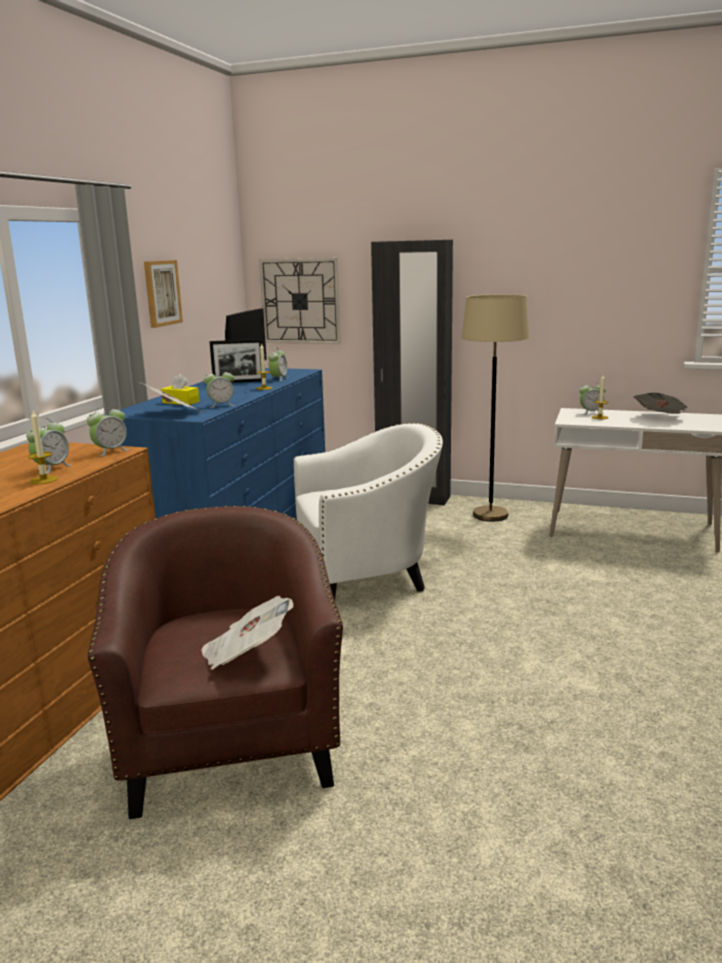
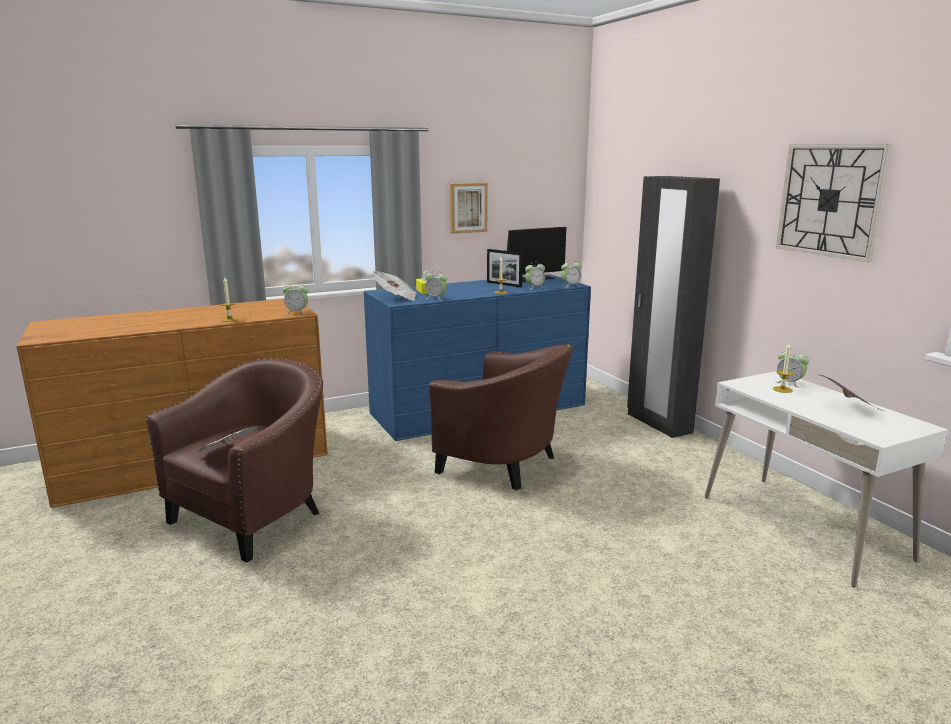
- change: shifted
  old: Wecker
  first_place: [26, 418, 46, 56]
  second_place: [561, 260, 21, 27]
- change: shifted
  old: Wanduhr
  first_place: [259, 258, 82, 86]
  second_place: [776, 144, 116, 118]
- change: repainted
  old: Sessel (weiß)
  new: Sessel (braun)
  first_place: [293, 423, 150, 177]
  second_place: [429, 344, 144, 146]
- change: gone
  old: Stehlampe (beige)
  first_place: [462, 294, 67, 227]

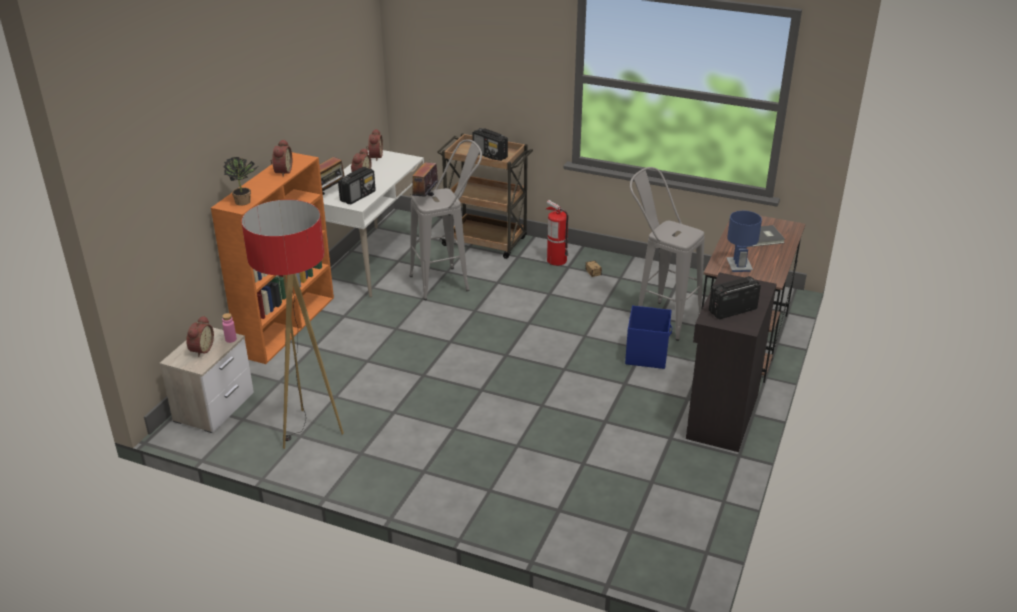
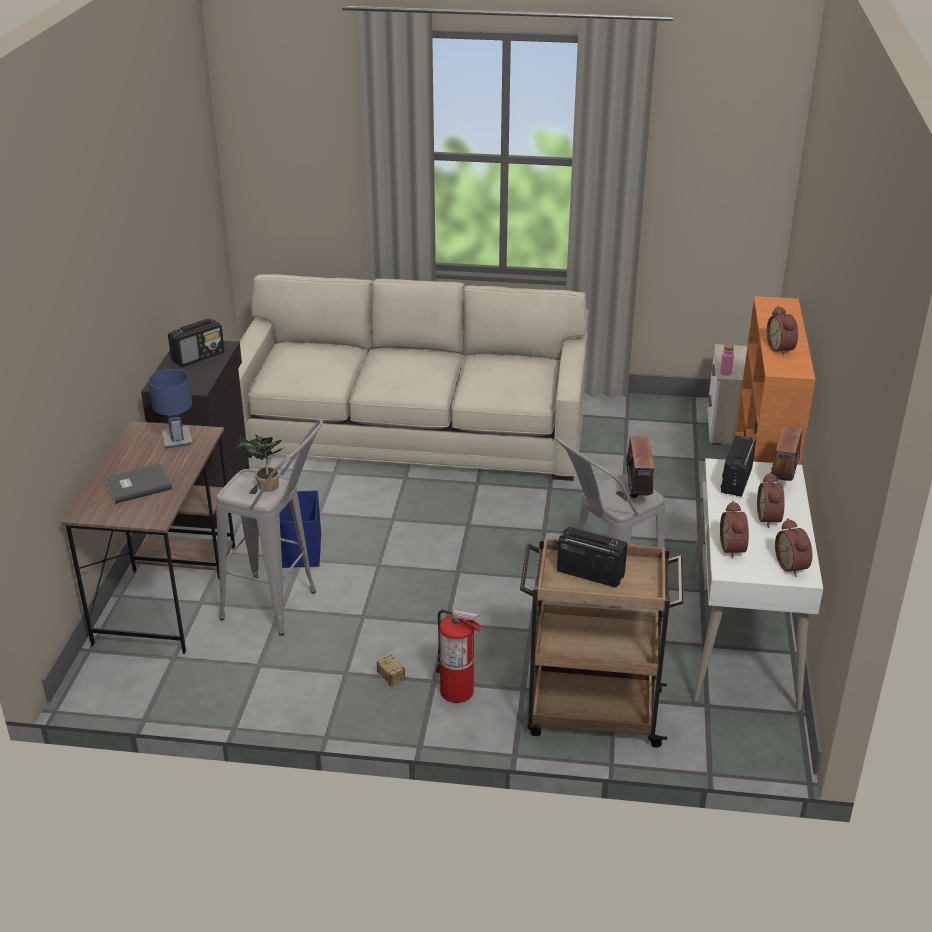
- change: shifted
  old: Wecker
  first_place: [186, 316, 28, 41]
  second_place: [720, 501, 29, 58]
- change: shifted
  old: Topfpflanze
  first_place: [223, 157, 35, 49]
  second_place: [236, 434, 47, 58]
- change: gone
  old: Stehlampe
  first_place: [241, 200, 103, 249]
- change: new
  new: Sofa (beige)
  second_place: [238, 274, 351, 207]

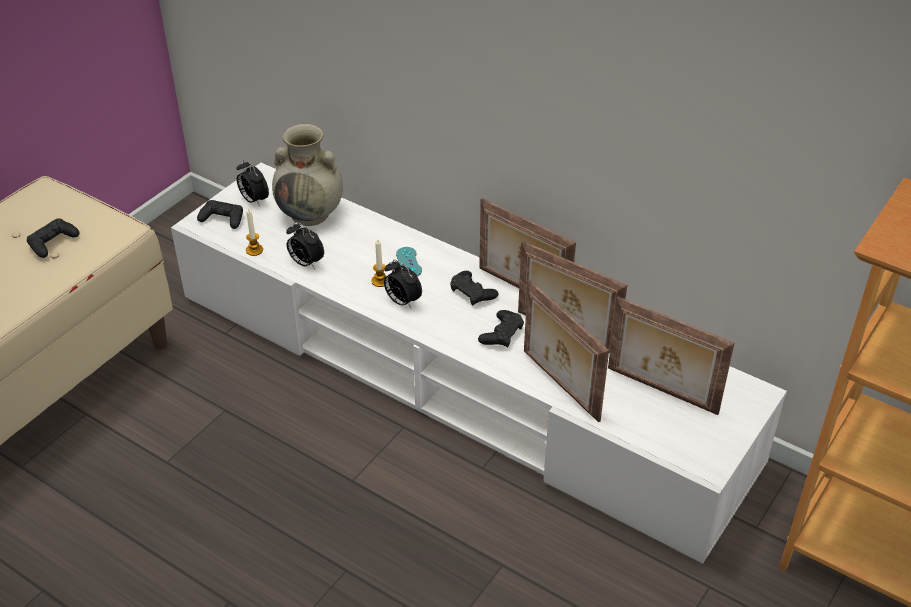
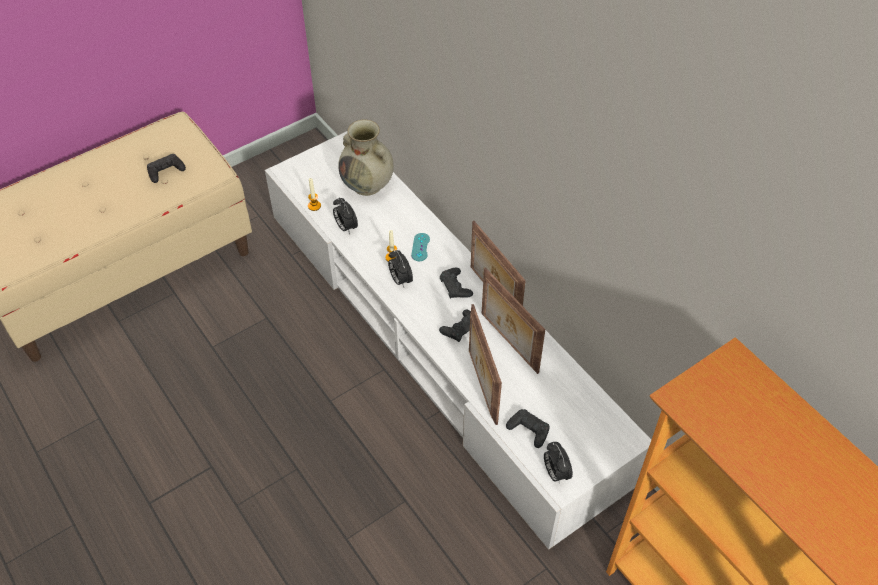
- change: shifted
  old: Gamepad (schwarz)
  first_place: [197, 200, 46, 29]
  second_place: [506, 409, 44, 39]
- change: shifted
  old: Wecker
  first_place: [236, 160, 33, 47]
  second_place: [544, 442, 29, 42]
- change: gone
  old: Bilderrahmen
  first_place: [608, 297, 126, 118]

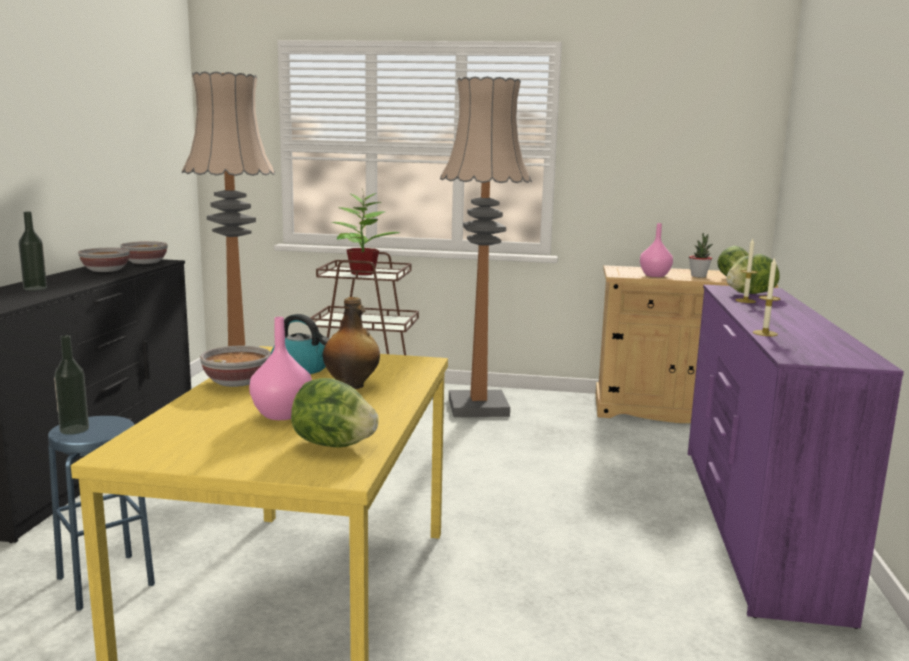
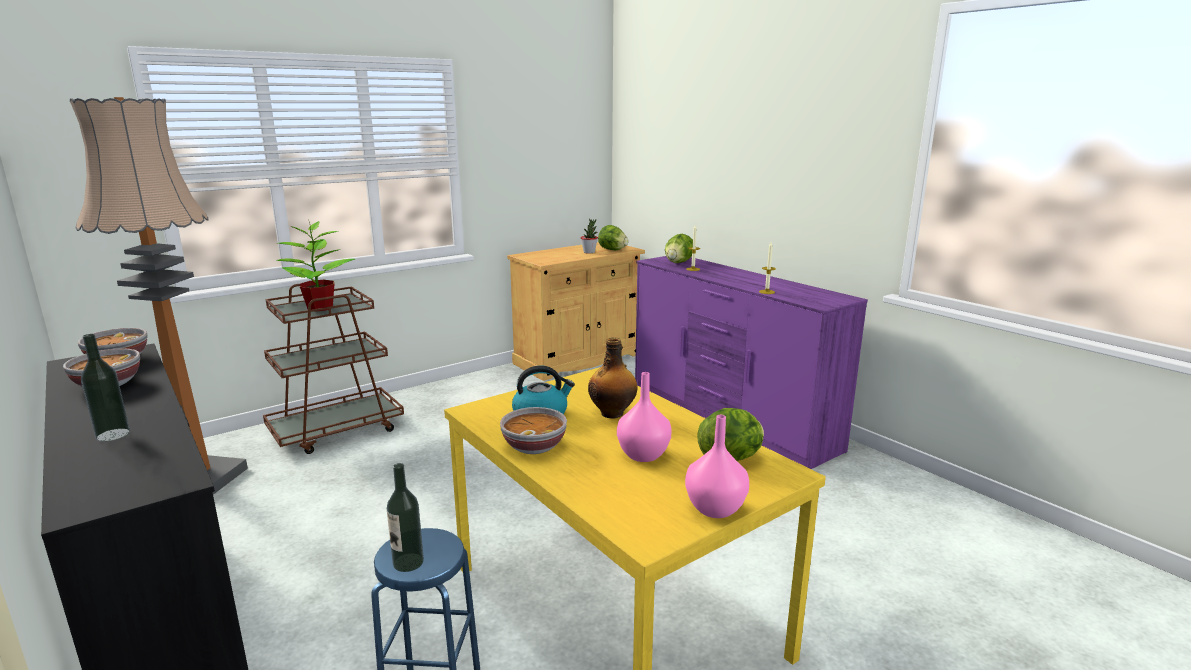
- change: gone
  old: Stehlampe
  first_place: [440, 76, 92, 341]
- change: shifted
  old: Vase (rosa)
  first_place: [640, 223, 33, 54]
  second_place: [685, 415, 64, 103]

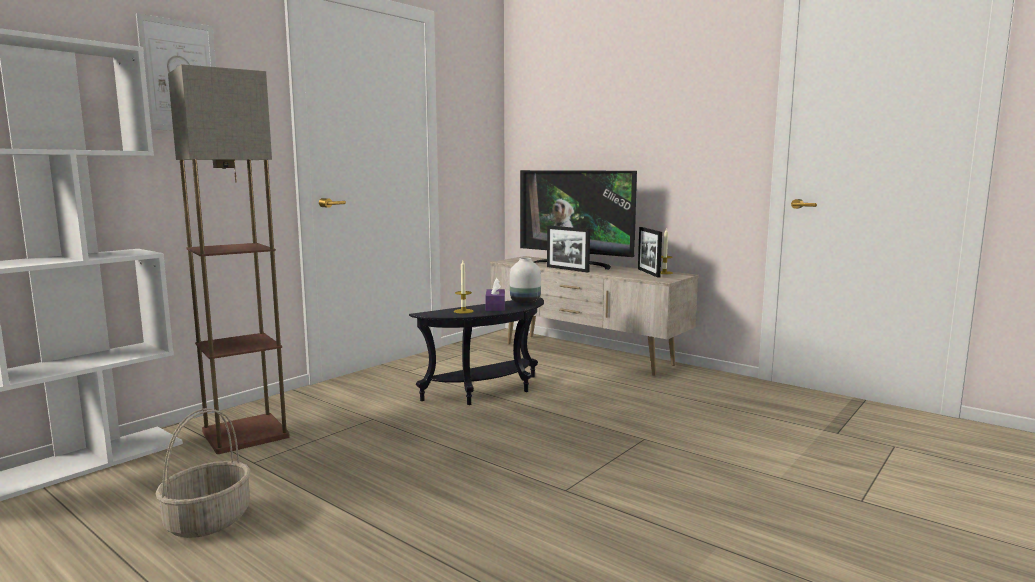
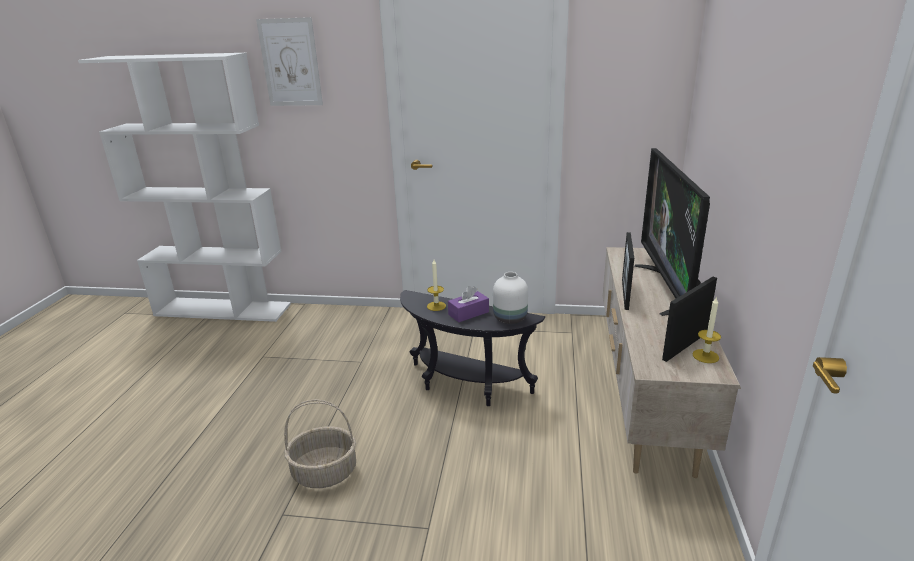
- change: shifted
  old: Korb
  first_place: [155, 408, 96, 130]
  second_place: [284, 399, 72, 89]
- change: gone
  old: Stehlampe
  first_place: [168, 64, 122, 390]

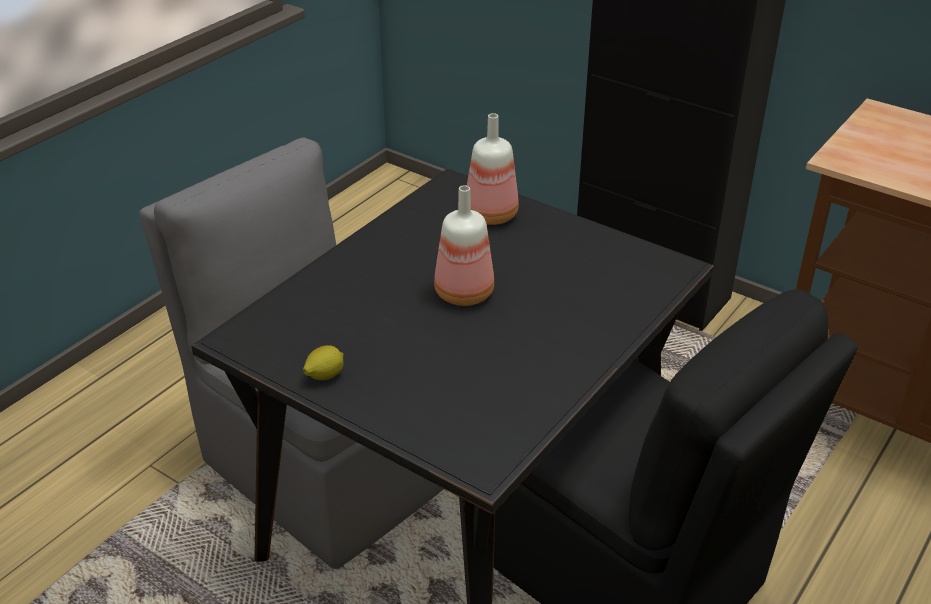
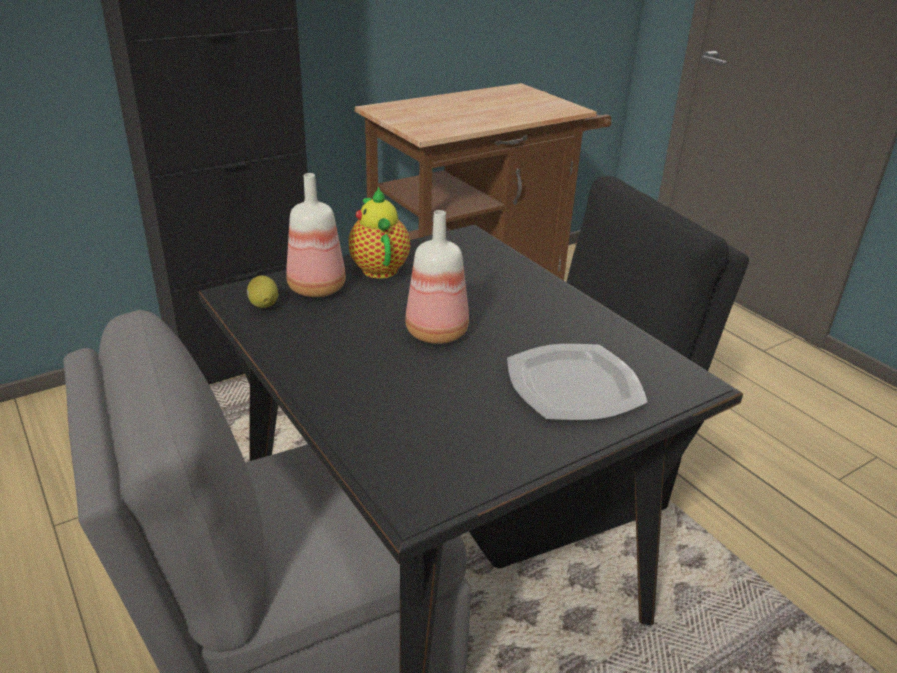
- change: shifted
  old: Zitrone
  first_place: [303, 345, 41, 35]
  second_place: [247, 276, 31, 32]
- change: new
  new: Teekanne
  second_place: [348, 186, 62, 93]
- change: new
  new: Teller
  second_place: [507, 344, 141, 77]

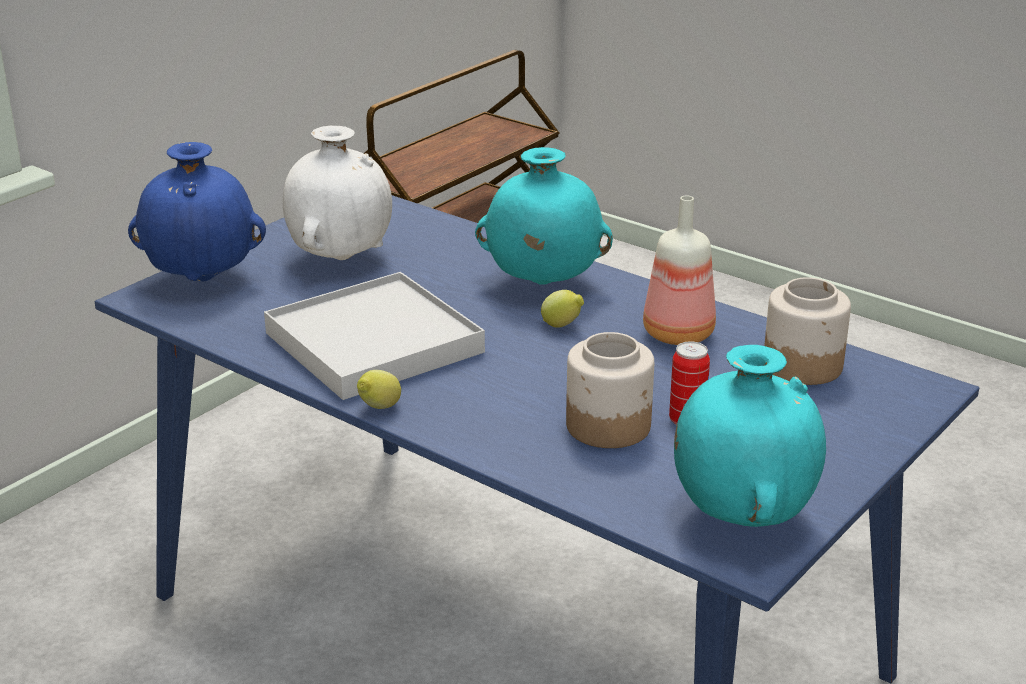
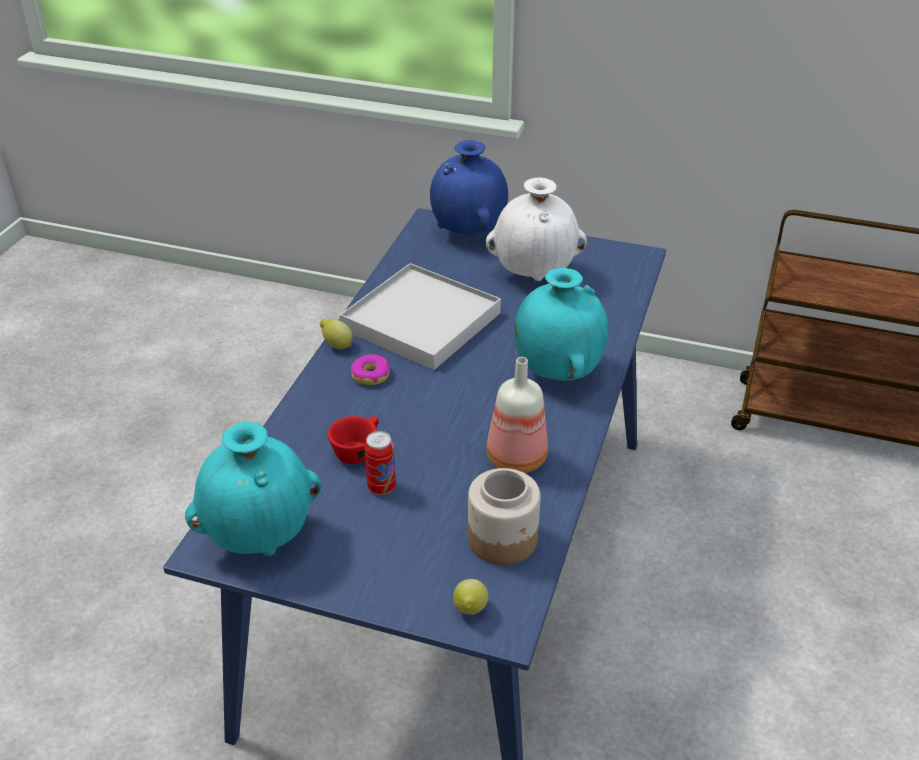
- change: shifted
  old: Zitrone
  first_place: [541, 290, 43, 38]
  second_place: [453, 579, 35, 36]
- change: swapped
  old: Vorratsglas
  new: Tasse (rot)
  first_place: [566, 332, 88, 116]
  second_place: [328, 416, 51, 48]
- change: new
  new: Donut
  second_place: [351, 354, 39, 31]

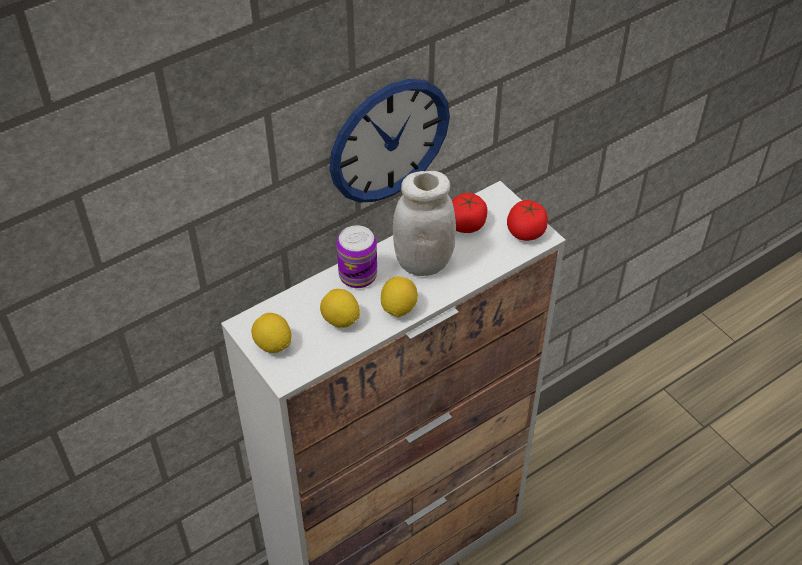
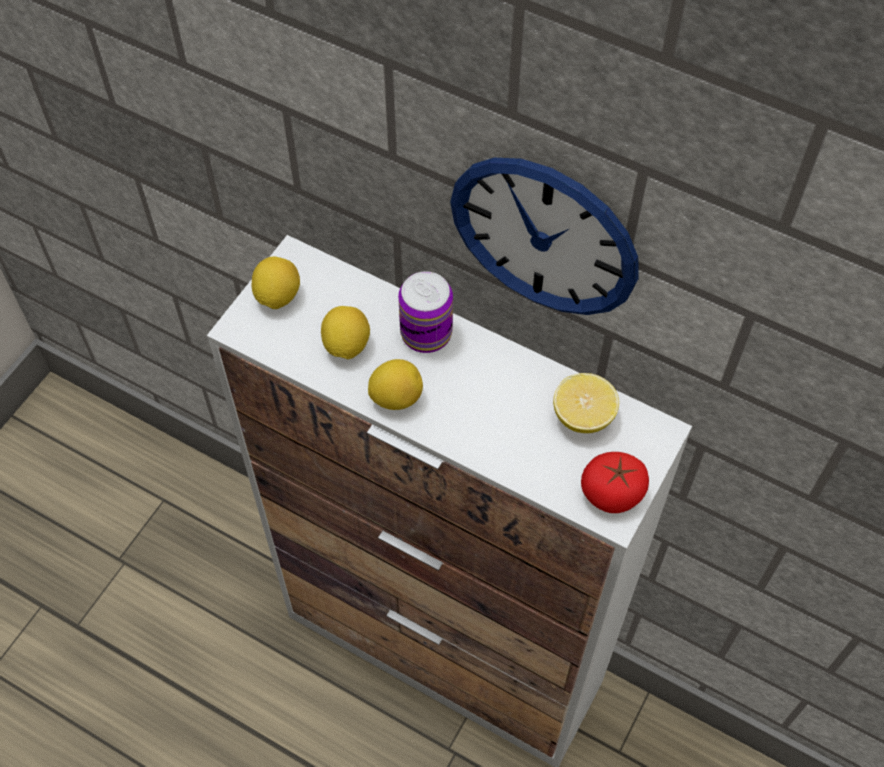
- change: gone
  old: Vorratsglas (weiß)
  first_place: [393, 171, 63, 105]
- change: swapped
  old: Tomate
  new: Zitrone
  first_place: [452, 193, 36, 40]
  second_place: [553, 373, 66, 60]

